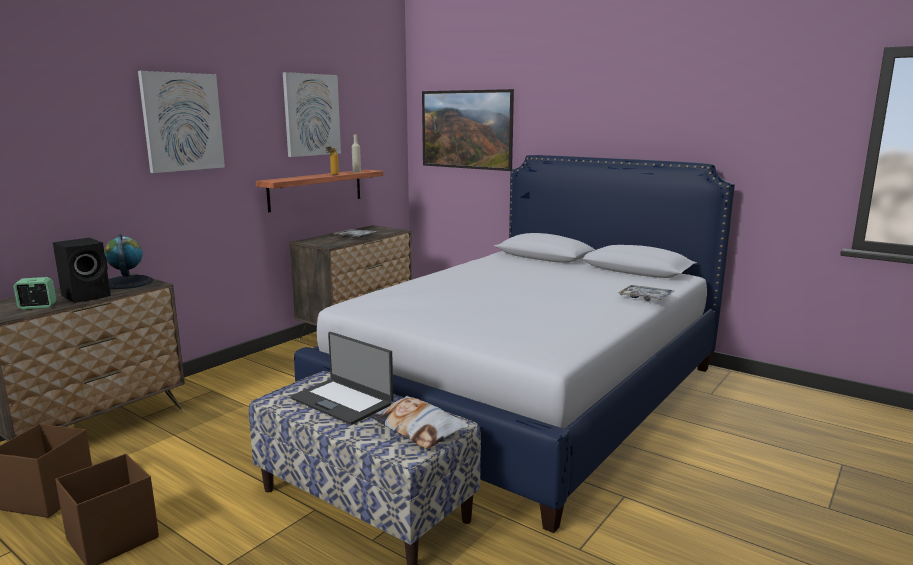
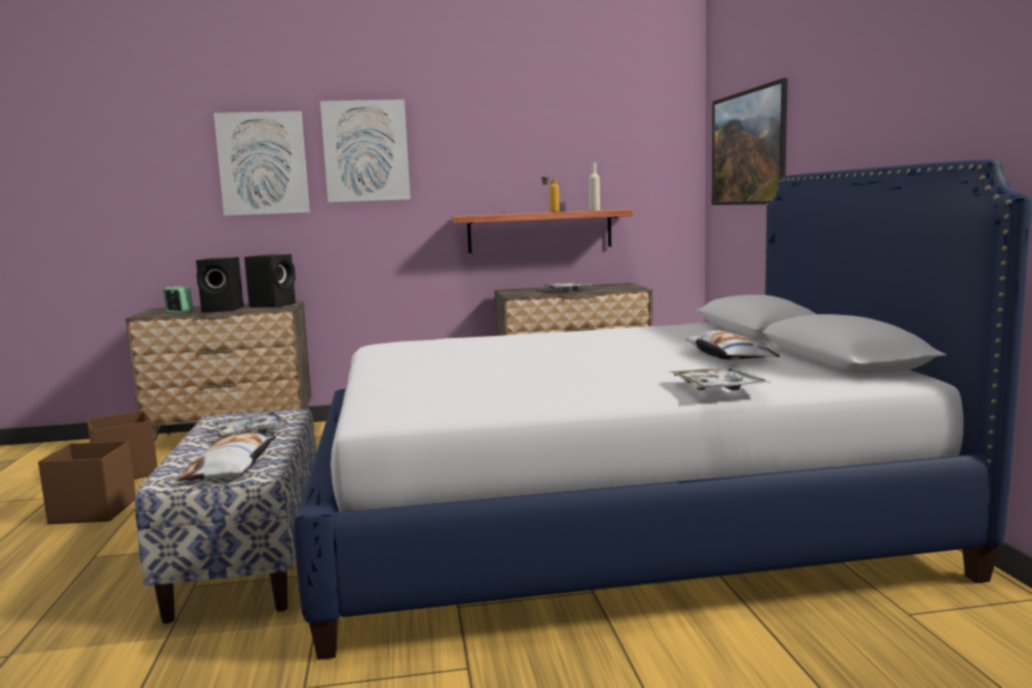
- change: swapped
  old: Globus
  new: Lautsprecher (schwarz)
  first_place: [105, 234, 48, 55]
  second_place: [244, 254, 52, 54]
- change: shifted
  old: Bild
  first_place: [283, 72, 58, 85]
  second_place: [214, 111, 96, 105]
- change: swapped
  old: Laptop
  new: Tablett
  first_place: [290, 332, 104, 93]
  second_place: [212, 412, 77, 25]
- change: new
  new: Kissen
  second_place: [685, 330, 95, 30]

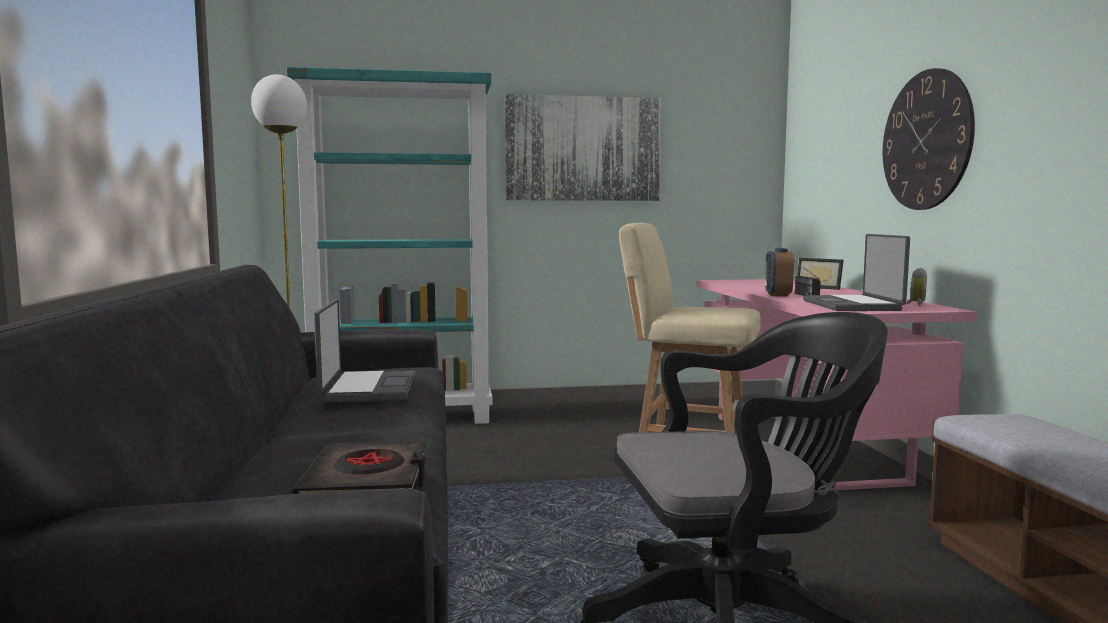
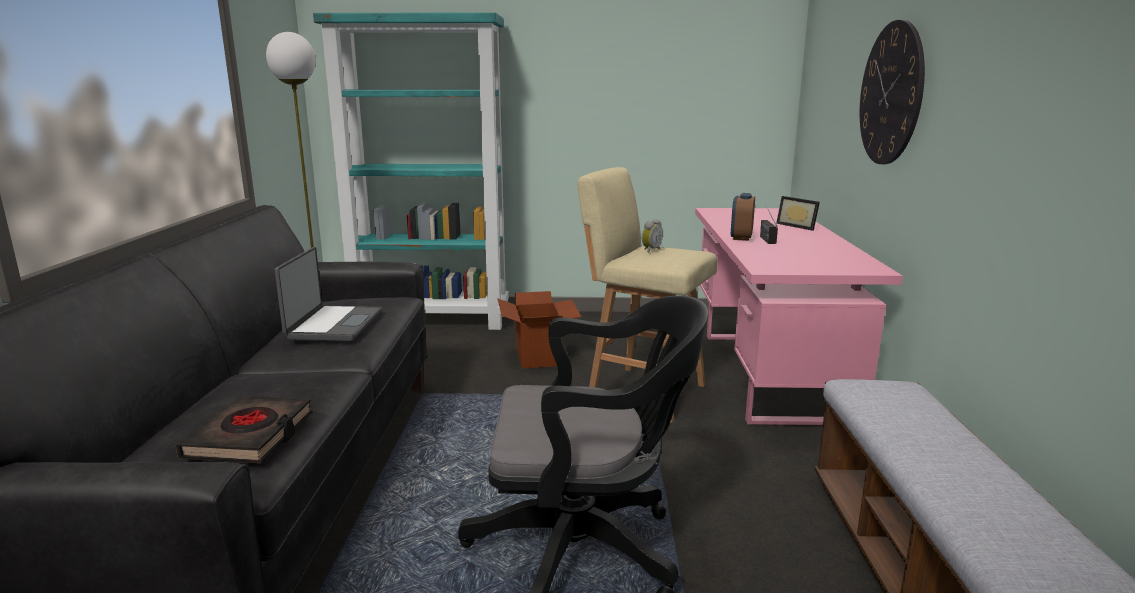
- change: gone
  old: Bild
  first_place: [505, 94, 156, 107]
- change: gone
  old: Laptop
  first_place: [803, 234, 107, 77]
- change: shifted
  old: Wecker
  first_place: [907, 268, 20, 38]
  second_place: [642, 219, 21, 34]
- change: new
  new: Karton
  second_place: [497, 291, 85, 78]

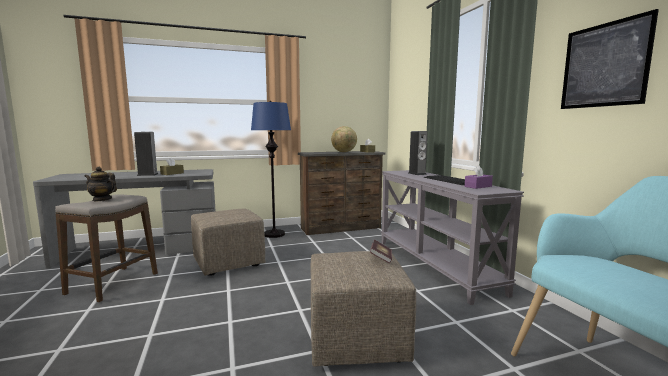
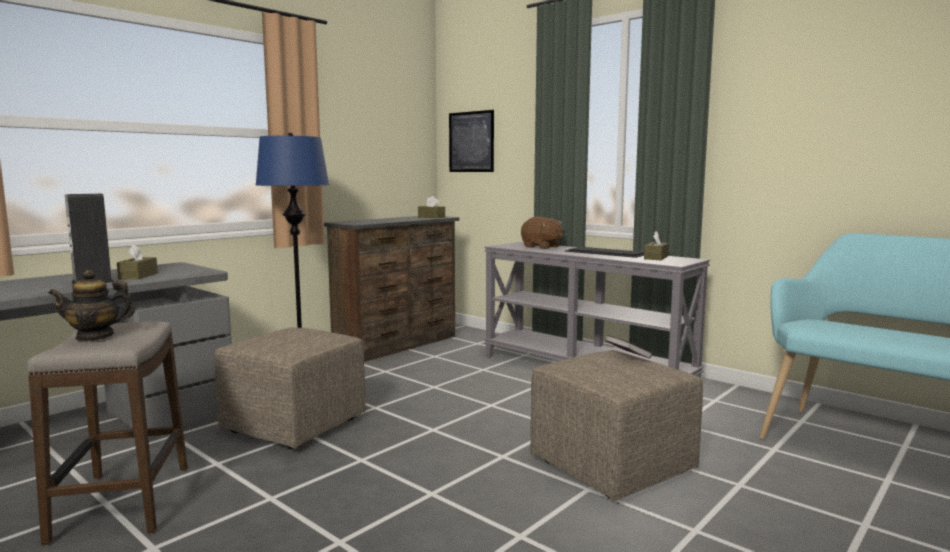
- change: gone
  old: Globus
  first_place: [331, 126, 26, 26]
- change: swapped
  old: Lautsprecher
  new: Plüschtier (braun)
  first_place: [408, 131, 19, 44]
  second_place: [521, 217, 42, 32]
- change: repainted
  old: Taschentuchbox (lila)
  new: Taschentuchbox (braun)
  first_place: [465, 165, 28, 24]
  second_place: [644, 231, 25, 29]
- change: shifted
  old: Bild
  first_place: [561, 9, 98, 100]
  second_place: [449, 110, 45, 62]

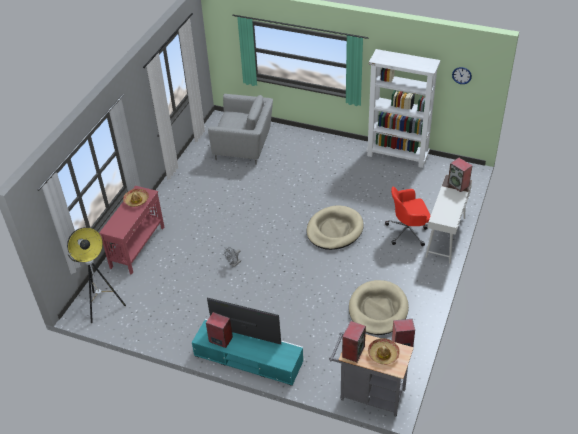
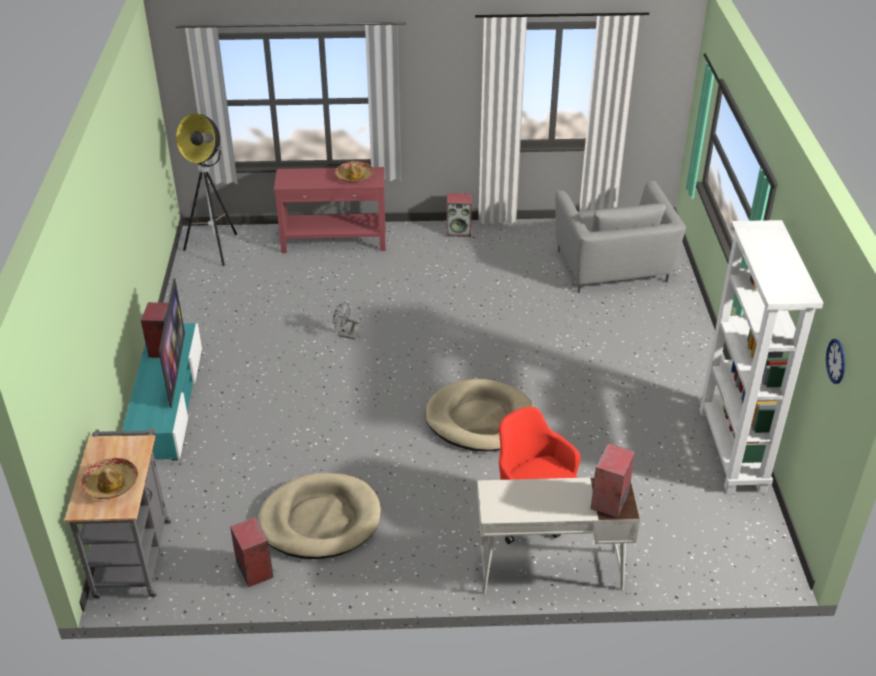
- change: shifted
  old: Lautsprecher
  first_place: [342, 321, 24, 41]
  second_place: [447, 193, 25, 44]

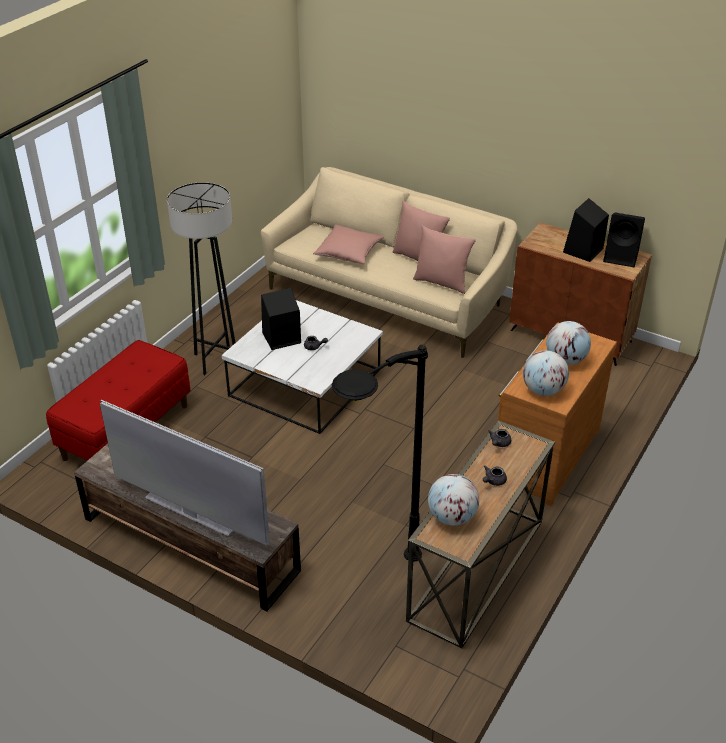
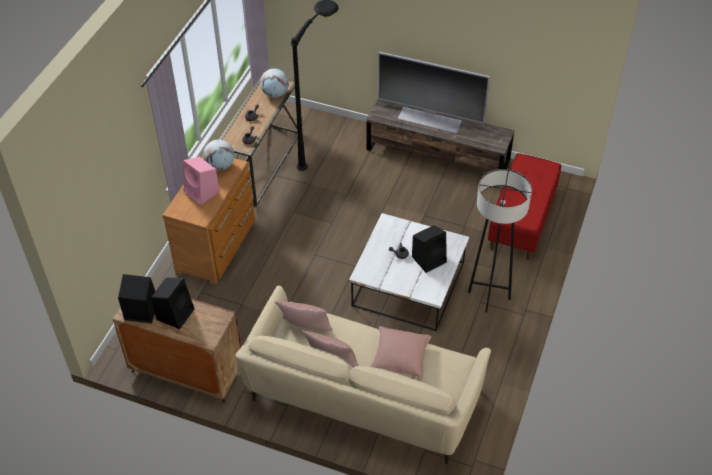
- change: swapped
  old: Globus
  new: Lautsprecher (rosa)
  first_place: [546, 321, 45, 44]
  second_place: [183, 157, 36, 48]

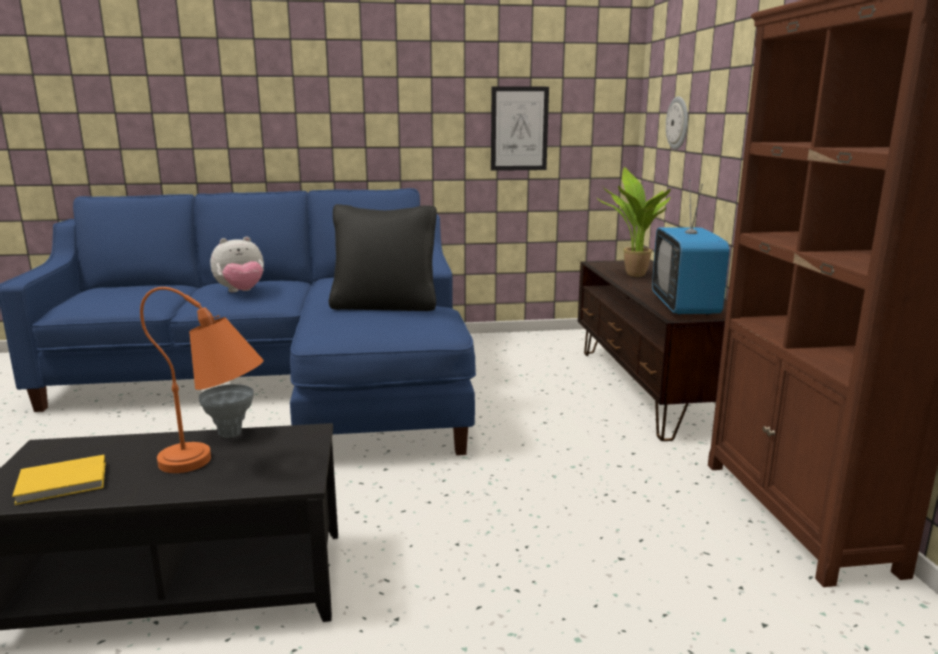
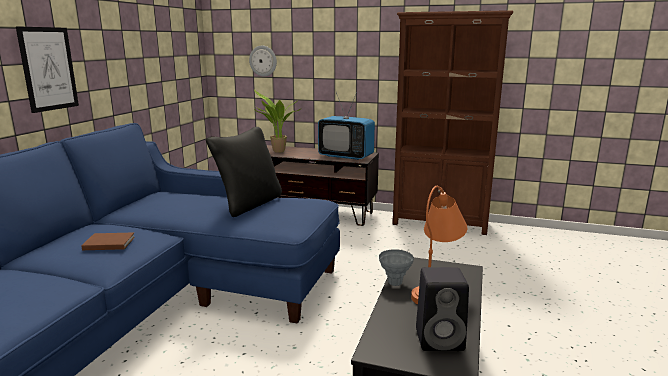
- change: swapped
  old: Buch (gelb)
  new: Lautsprecher (schwarz)
  first_place: [12, 455, 94, 50]
  second_place: [416, 267, 53, 84]
- change: swapped
  old: Plüschtier
  new: Buch (braun)
  first_place: [210, 236, 54, 56]
  second_place: [81, 232, 54, 18]
- change: shifted
  old: Bild
  first_place: [491, 86, 58, 85]
  second_place: [16, 27, 63, 86]

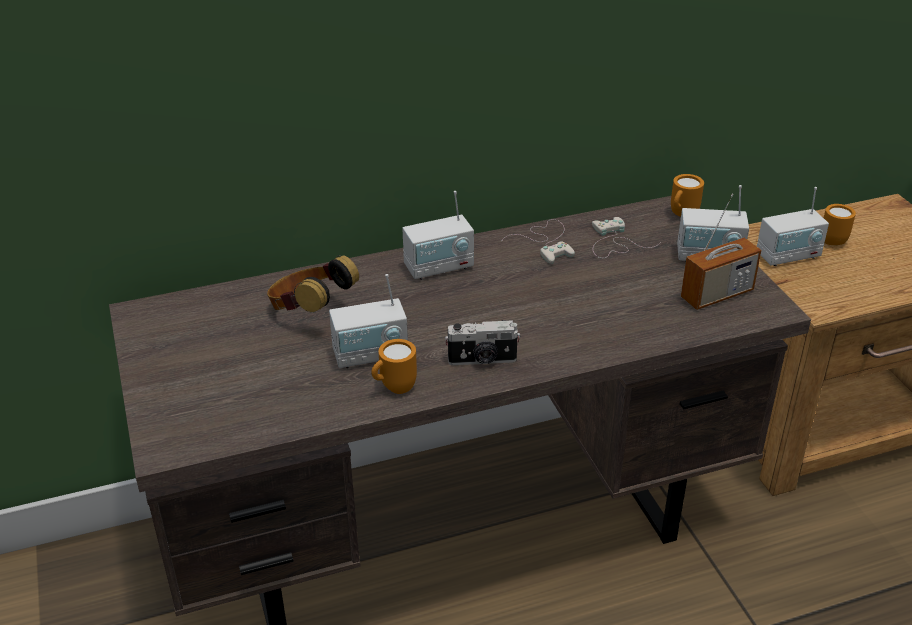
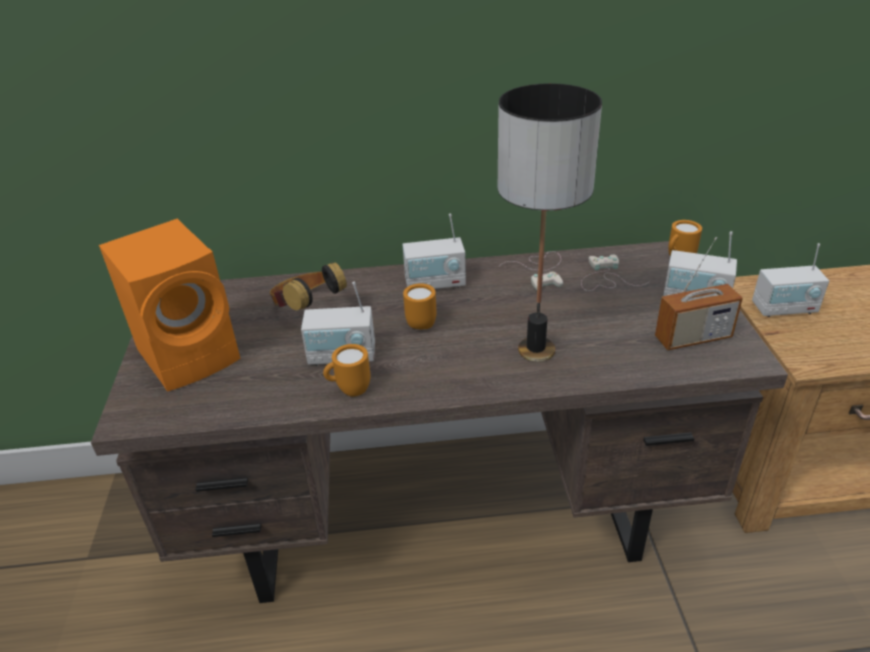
- change: gone
  old: Kamera
  first_place: [445, 320, 75, 45]
- change: shifted
  old: Henkelbecher (orange)
  first_place: [824, 204, 32, 41]
  second_place: [403, 283, 33, 46]
- change: new
  new: Lautsprecher (orange)
  second_place: [99, 219, 142, 173]
- change: new
  new: Tischlampe
  second_place: [498, 83, 104, 279]

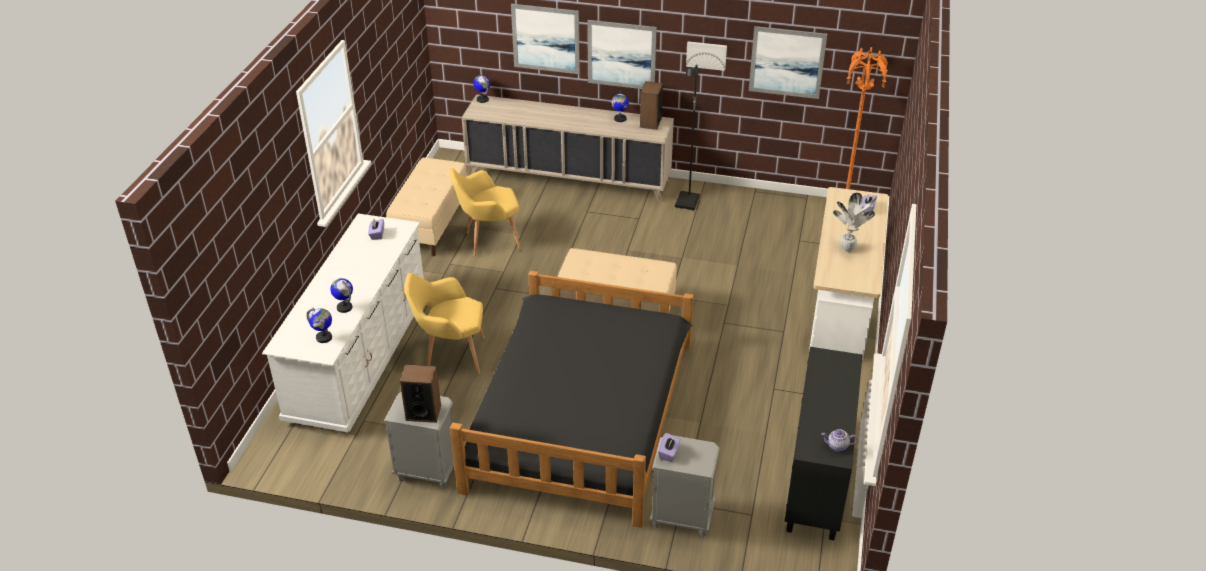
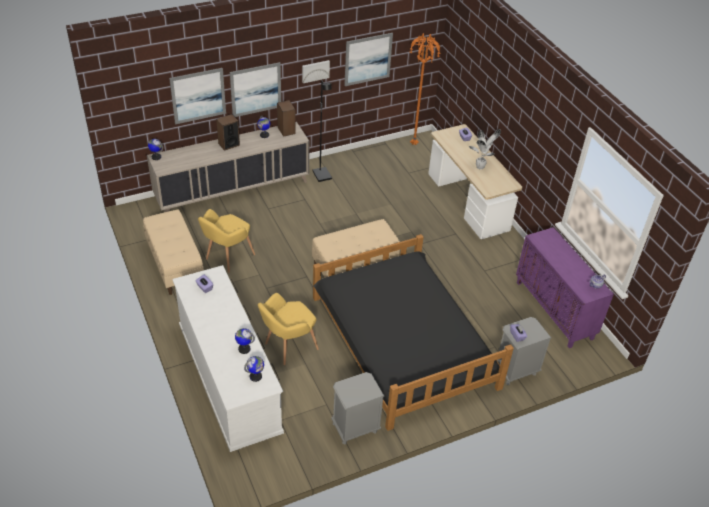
- change: shifted
  old: Lautsprecher
  first_place: [400, 364, 41, 59]
  second_place: [216, 114, 24, 37]
- change: repainted
  old: Schrank (schwarz)
  new: Schrank (lila)
  first_place: [785, 347, 77, 193]
  second_place: [516, 227, 98, 121]

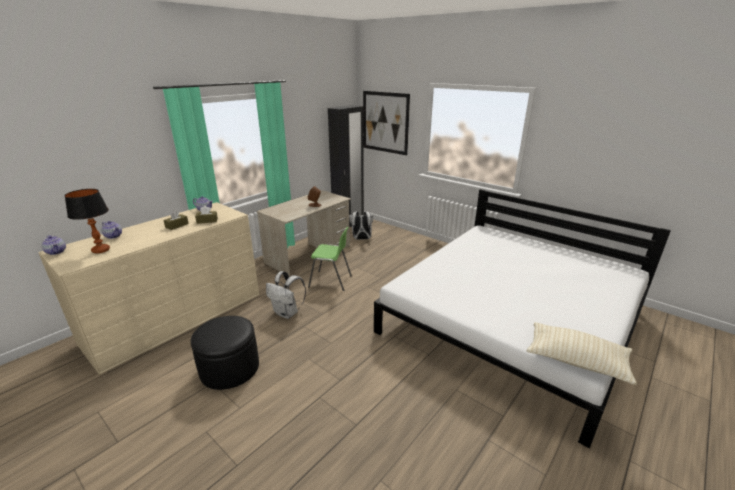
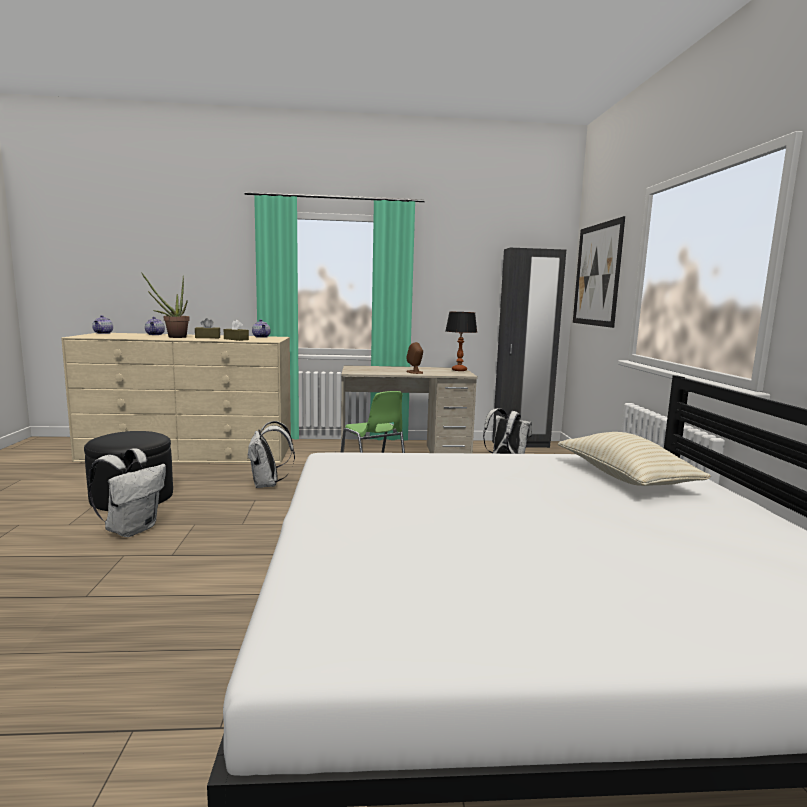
- change: shifted
  old: Tischlampe
  first_place: [64, 189, 46, 65]
  second_place: [446, 312, 31, 59]
- change: shifted
  old: Kissen (beige)
  first_place: [526, 322, 111, 63]
  second_place: [558, 432, 153, 54]
- change: new
  new: Rucksack (weiß)
  second_place: [89, 448, 77, 89]
- change: new
  new: Topfpflanze
  second_place: [141, 272, 49, 66]

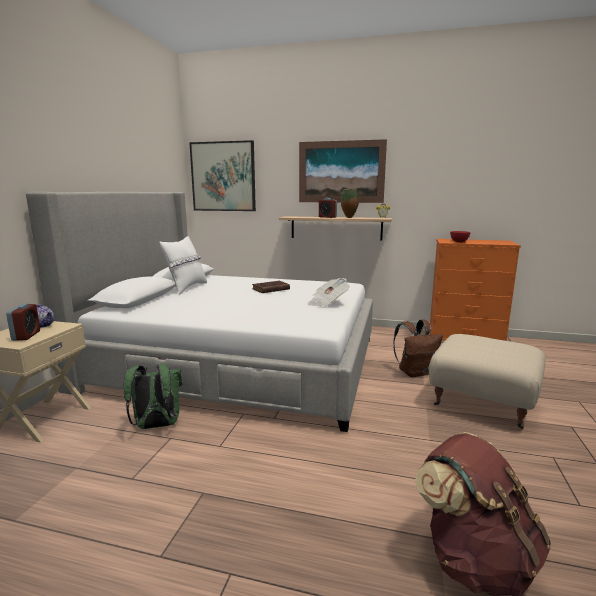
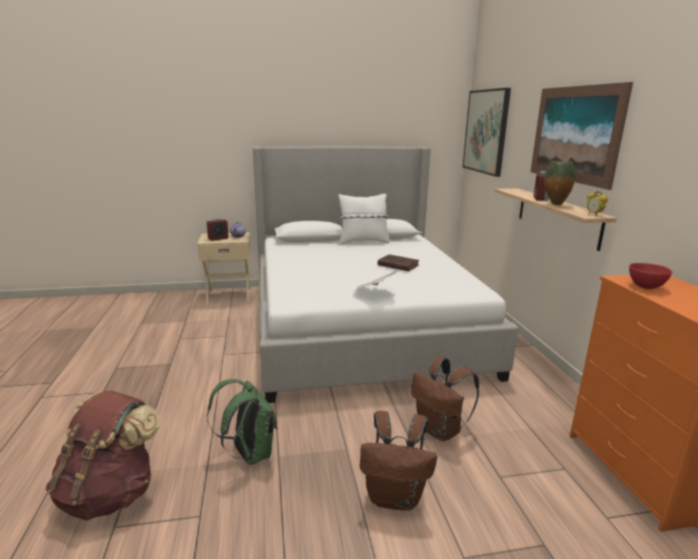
- change: shifted
  old: Rucksack (grün)
  first_place: [123, 364, 60, 65]
  second_place: [207, 379, 70, 86]
- change: swapped
  old: Polsterhocker (beige)
  new: Rucksack (braun)
  first_place: [429, 334, 116, 95]
  second_place: [360, 411, 77, 100]

